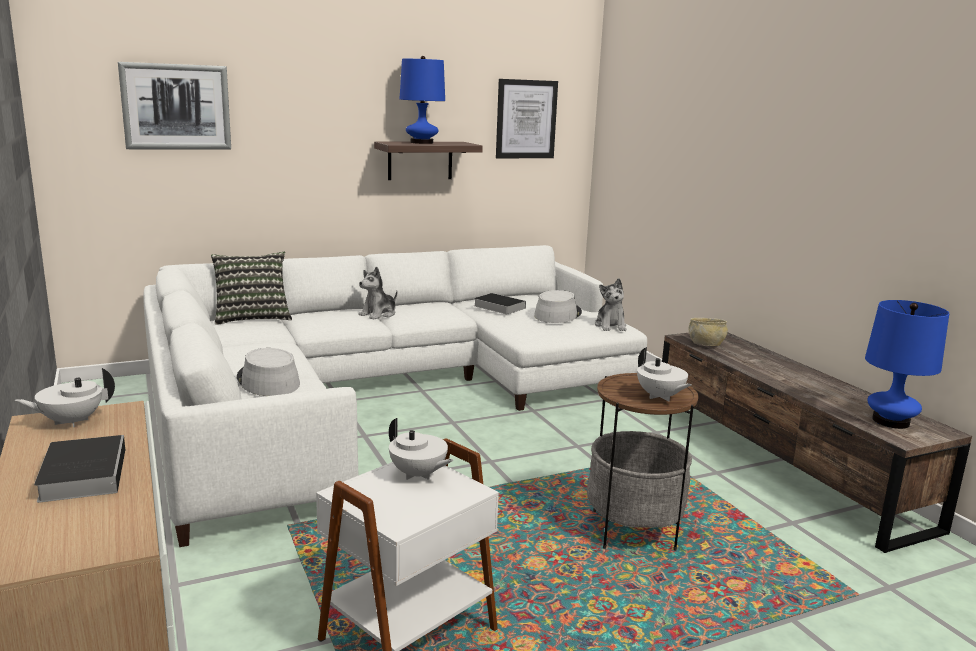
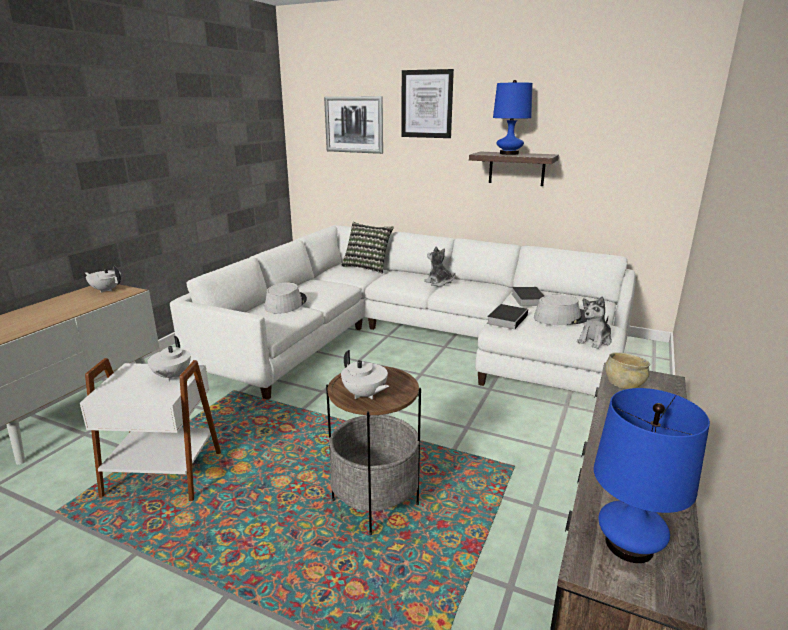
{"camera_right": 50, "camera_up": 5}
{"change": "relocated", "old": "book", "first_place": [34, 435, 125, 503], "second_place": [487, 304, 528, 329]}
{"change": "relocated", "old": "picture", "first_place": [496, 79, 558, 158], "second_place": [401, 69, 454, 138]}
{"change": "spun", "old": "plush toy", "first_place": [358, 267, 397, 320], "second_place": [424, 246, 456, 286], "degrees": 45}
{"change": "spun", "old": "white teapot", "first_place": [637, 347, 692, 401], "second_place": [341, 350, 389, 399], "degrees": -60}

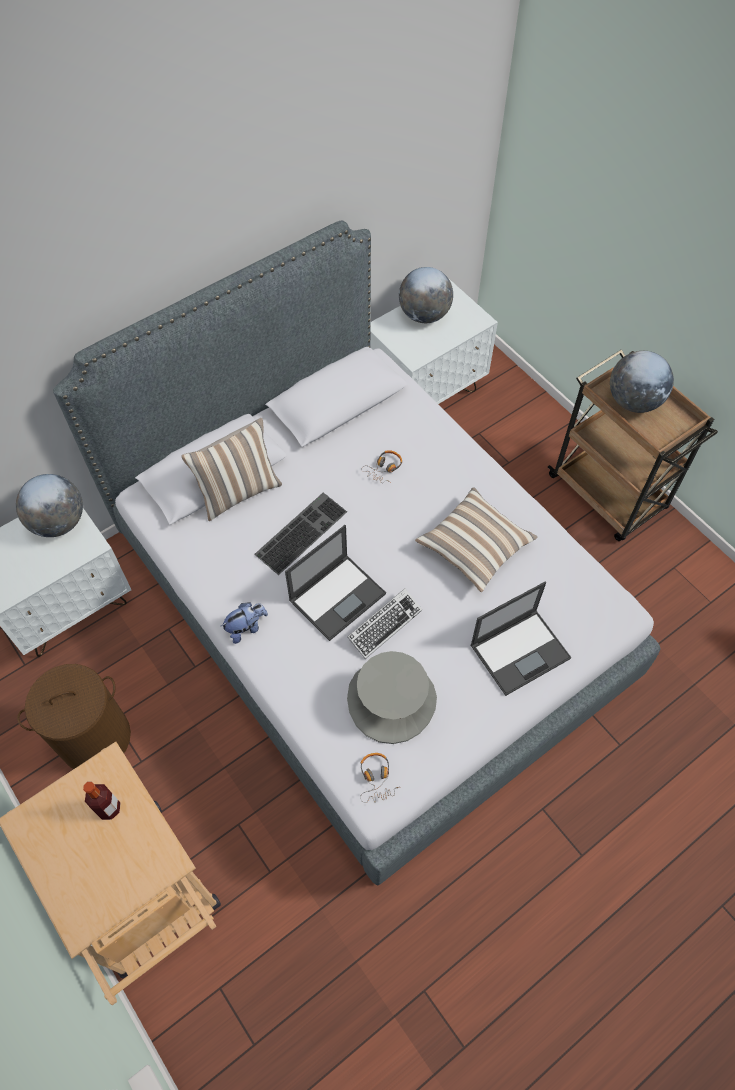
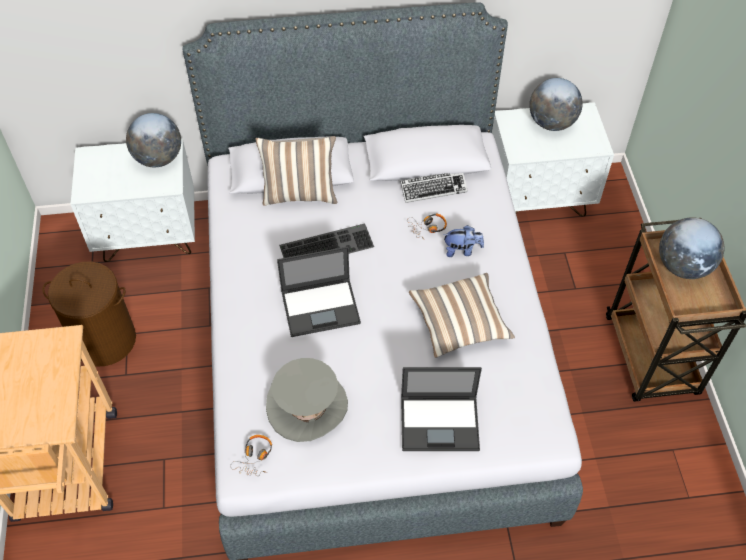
{"camera_right": 30, "camera_up": -5}
{"change": "missing", "old": "bottle", "first_place": [83, 782, 121, 820]}
{"change": "relocated", "old": "plush toy", "first_place": [221, 602, 268, 644], "second_place": [443, 225, 484, 257]}
{"change": "relocated", "old": "keyboard", "first_place": [347, 589, 422, 659], "second_place": [400, 173, 468, 203]}

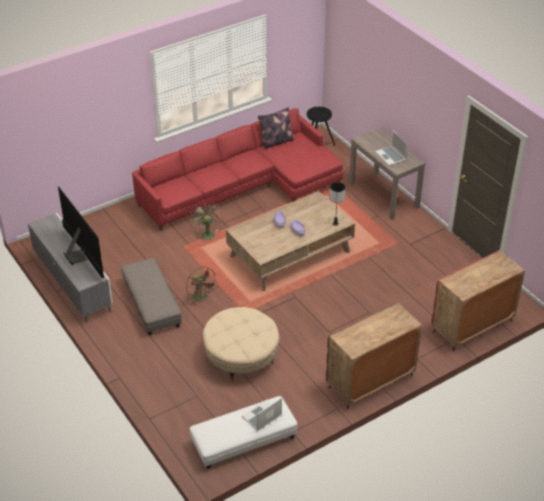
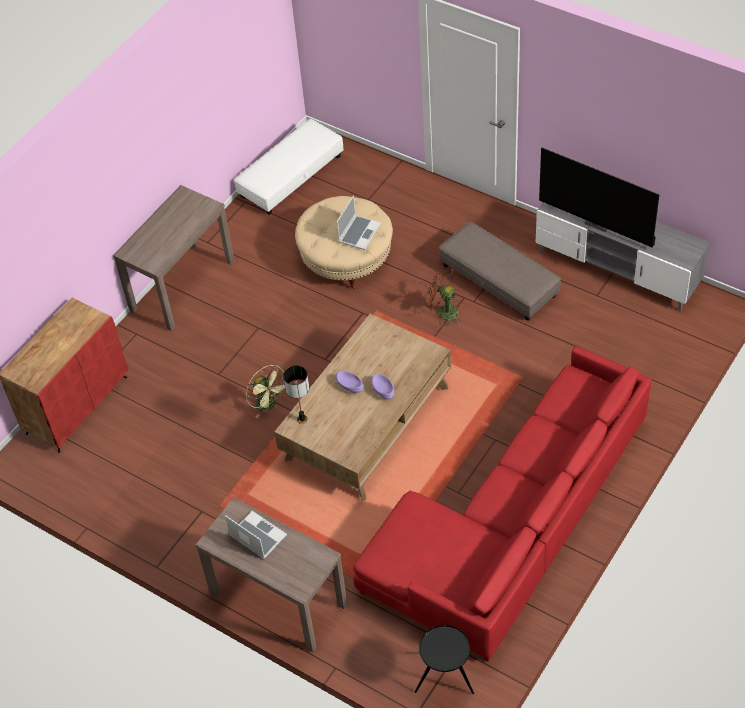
{"camera_right": 160, "camera_up": 10}
{"change": "missing", "old": "pillow", "first_place": [258, 107, 294, 149]}
{"change": "relocated", "old": "green fan", "first_place": [191, 203, 221, 241], "second_place": [246, 365, 290, 418]}
{"change": "relocated", "old": "laptop", "first_place": [242, 398, 282, 431], "second_place": [337, 195, 381, 250]}
{"change": "exchanged", "old": "brown cabinet", "new": "brown console table", "first_place": [326, 302, 422, 409], "second_place": [113, 185, 235, 331]}

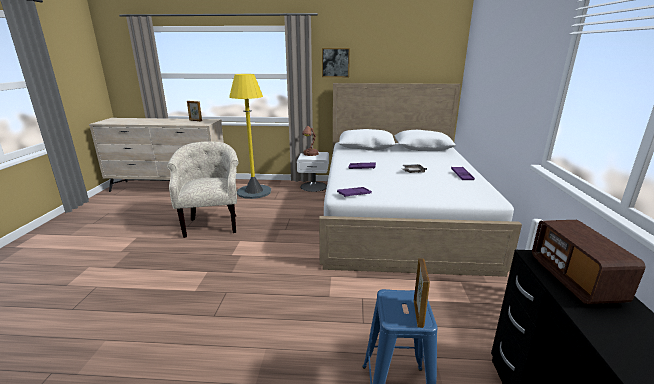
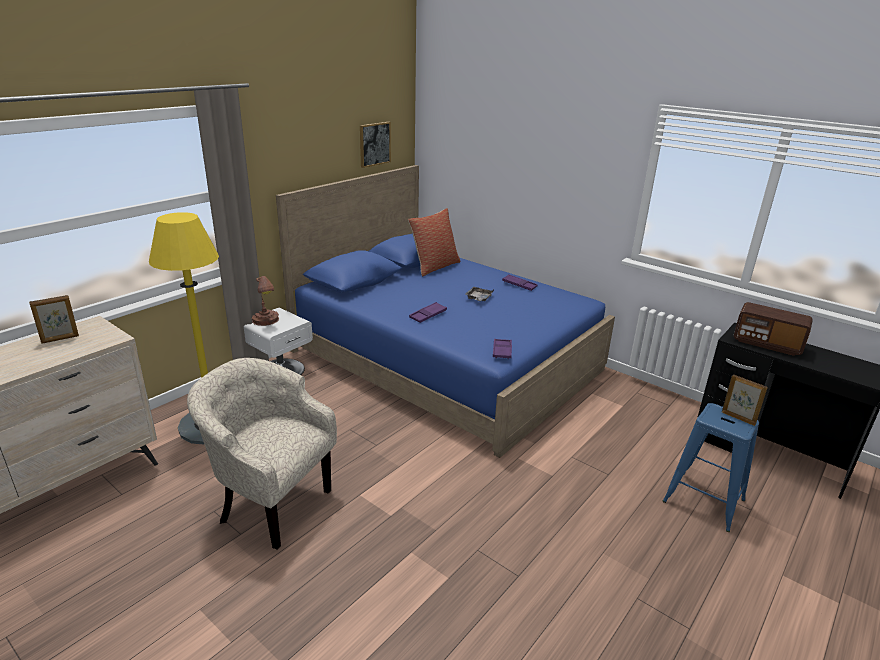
{"camera_right": -55, "camera_up": 5}
{"change": "appeared", "new": "pillow", "second_place": [408, 208, 461, 277]}
{"change": "relocated", "old": "picture", "first_place": [322, 48, 350, 77], "second_place": [360, 122, 391, 168]}
{"change": "colour", "old": "white bed", "new": "blue bed", "first_place": [319, 83, 522, 277], "second_place": [276, 165, 615, 458]}

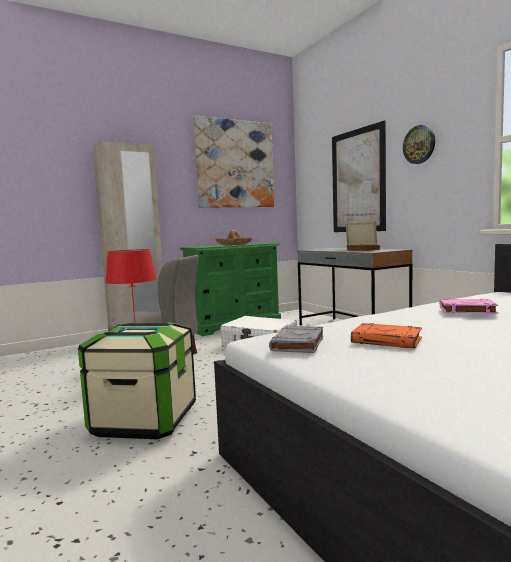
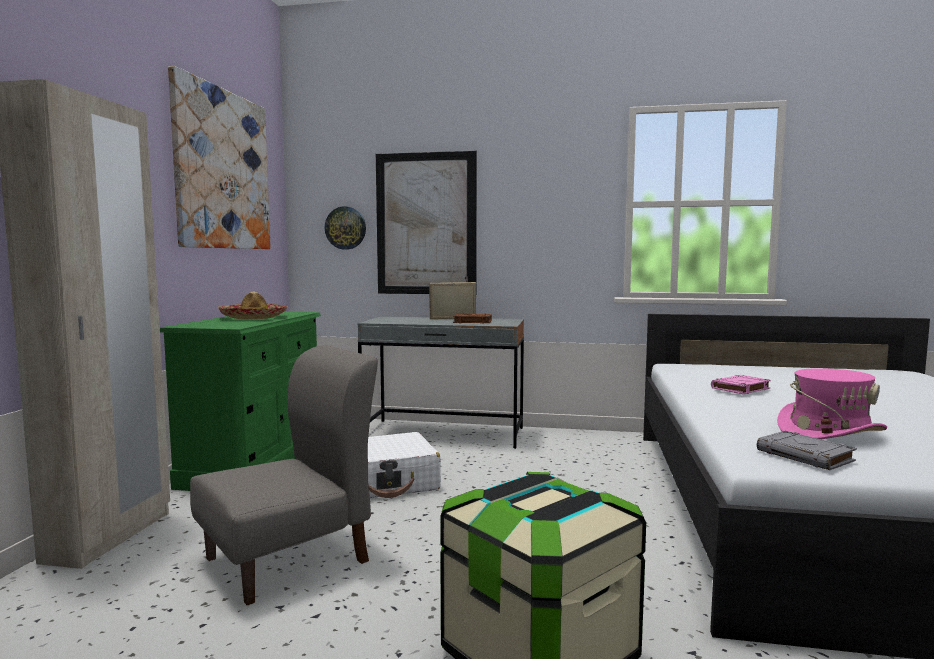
{"camera_right": -50, "camera_up": 0}
{"change": "missing", "old": "red table lamp", "first_place": [105, 249, 157, 323]}
{"change": "relocated", "old": "wall clock", "first_place": [403, 125, 435, 164], "second_place": [325, 206, 366, 250]}
{"change": "exchanged", "old": "orange book", "new": "pink hat", "first_place": [351, 323, 422, 348], "second_place": [777, 368, 887, 439]}

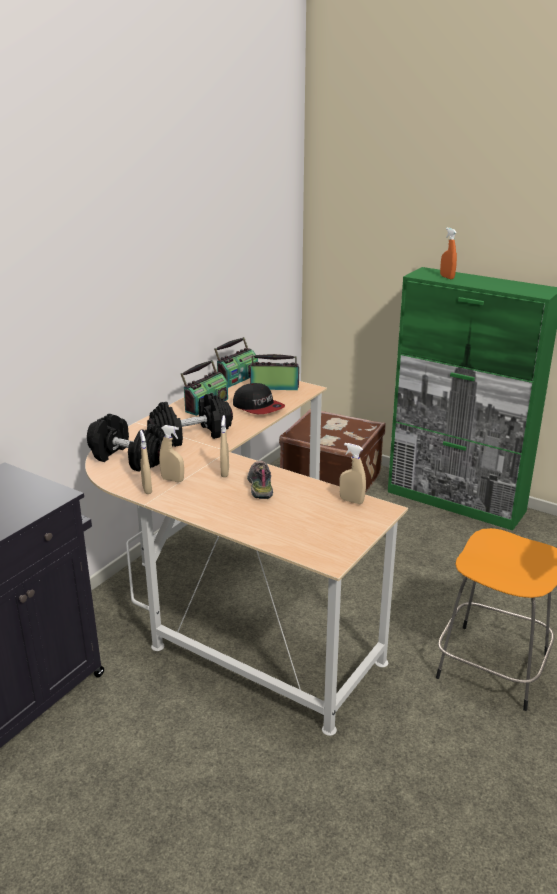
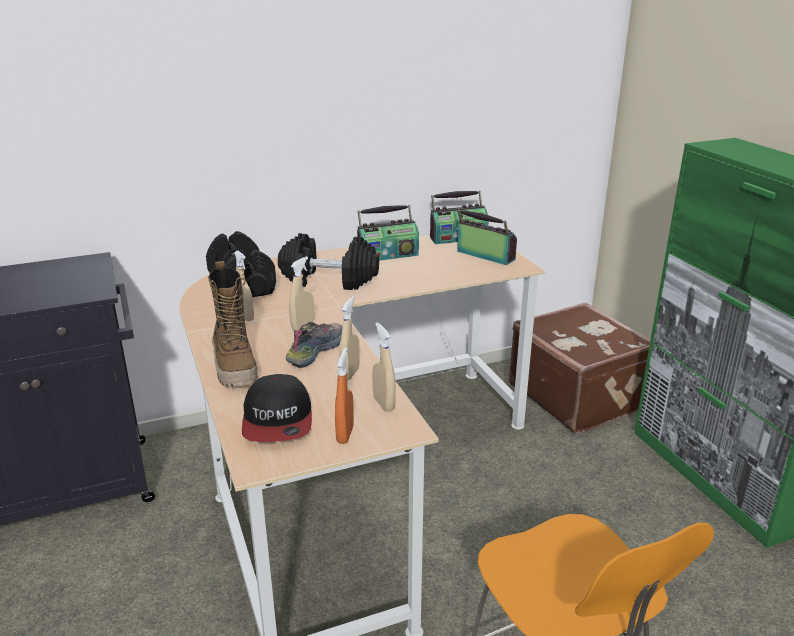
{"camera_right": 35, "camera_up": 0}
{"change": "appeared", "new": "boot", "second_place": [208, 261, 258, 387]}
{"change": "relocated", "old": "beige spray bottle", "first_place": [140, 430, 152, 494], "second_place": [339, 296, 360, 381]}
{"change": "relocated", "old": "cap", "first_place": [233, 383, 285, 414], "second_place": [242, 374, 312, 442]}
{"change": "relocated", "old": "orange spray bottle", "first_place": [440, 228, 457, 279], "second_place": [335, 348, 354, 444]}

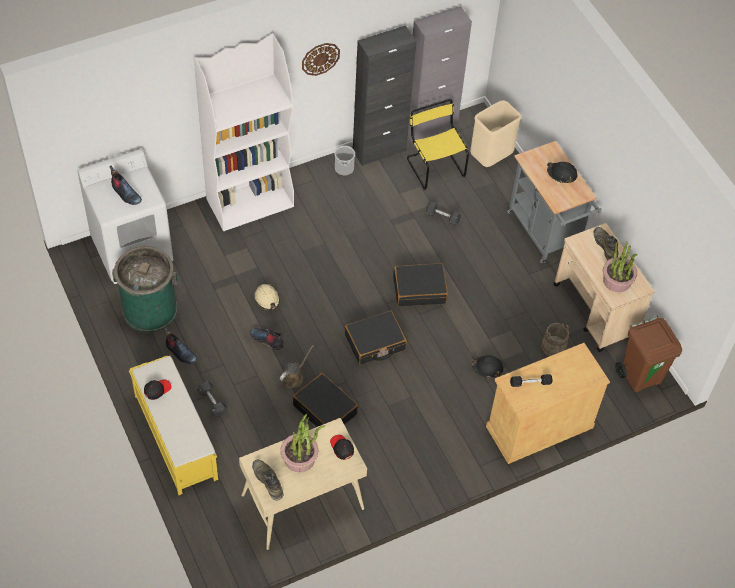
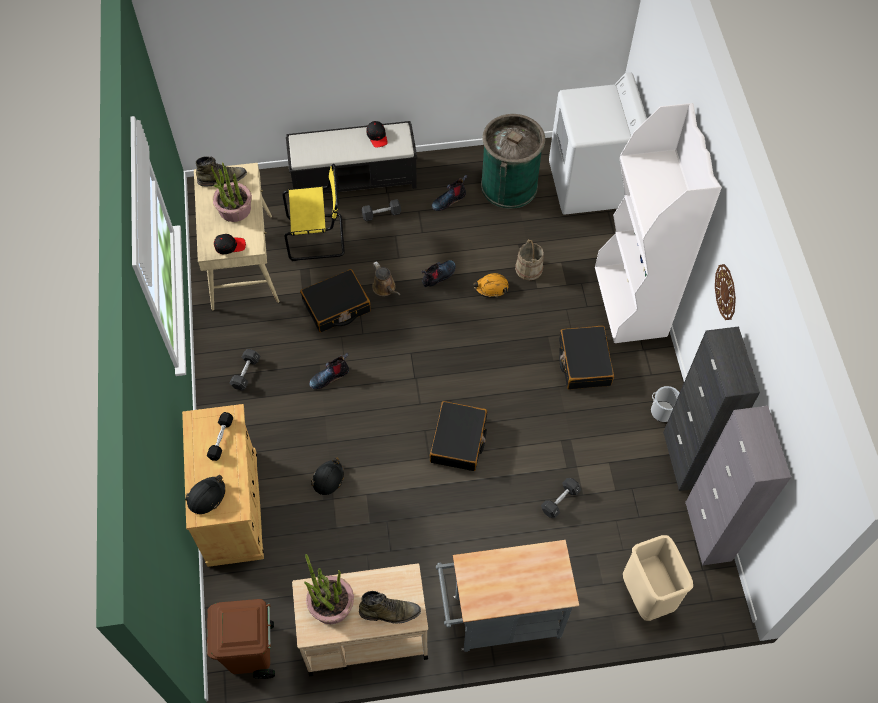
{"camera_right": 110, "camera_up": 5}
{"change": "appeared", "new": "black dumbbell", "second_place": [230, 349, 261, 390]}
{"change": "relocated", "old": "boot", "first_place": [109, 165, 142, 205], "second_place": [309, 353, 349, 389]}
{"change": "relocated", "old": "black suitcase", "first_place": [345, 310, 407, 365], "second_place": [559, 326, 614, 389]}
{"change": "relocated", "old": "yellow chair", "first_place": [407, 99, 469, 190], "second_place": [282, 164, 345, 261]}
{"change": "relocated", "old": "beige bucket", "first_place": [542, 323, 570, 356], "second_place": [515, 239, 544, 281]}
{"change": "relocated", "old": "black hard hat", "first_place": [547, 162, 577, 183], "second_place": [185, 475, 226, 514]}
{"change": "colour", "old": "yellow bench", "new": "black bench", "first_place": [129, 356, 218, 495], "second_place": [286, 121, 417, 194]}
{"change": "colour", "old": "beige hard hat", "new": "orange hard hat", "first_place": [255, 283, 280, 310], "second_place": [474, 273, 509, 298]}

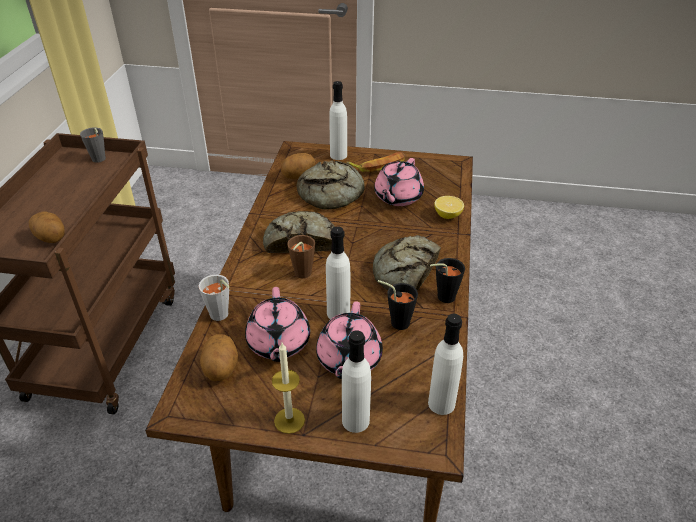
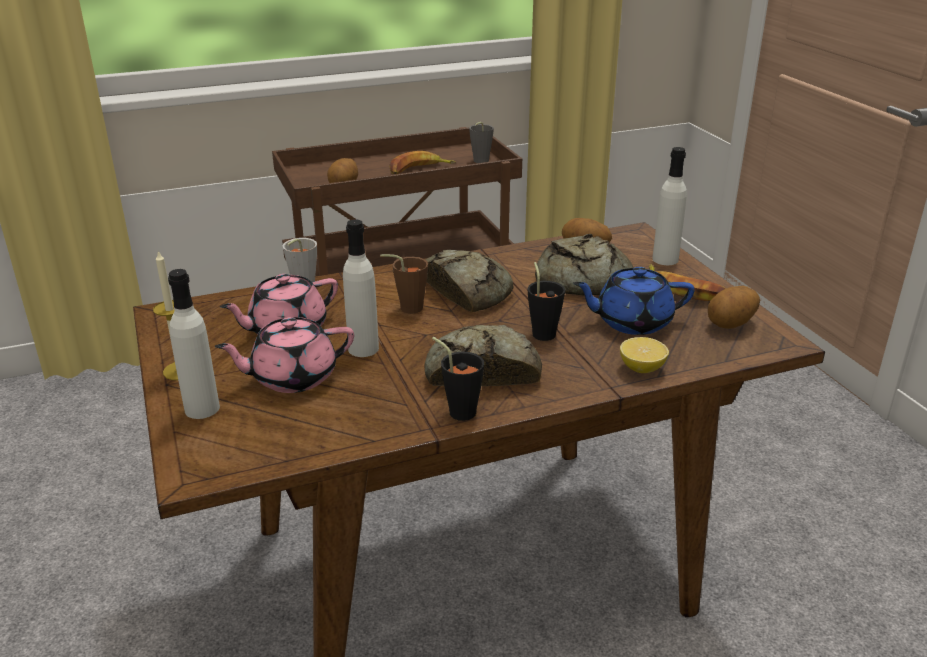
{"camera_right": 60, "camera_up": -10}
{"change": "missing", "old": "white bottle", "first_place": [428, 314, 463, 415]}
{"change": "appeared", "new": "banana", "second_place": [389, 151, 456, 174]}
{"change": "relocated", "old": "potato", "first_place": [200, 334, 238, 381], "second_place": [708, 286, 760, 329]}
{"change": "relocated", "old": "black cup", "first_place": [378, 280, 418, 330], "second_place": [527, 262, 565, 341]}
{"change": "colour", "old": "pink teapot", "new": "blue teapot", "first_place": [374, 158, 424, 206], "second_place": [573, 267, 695, 335]}

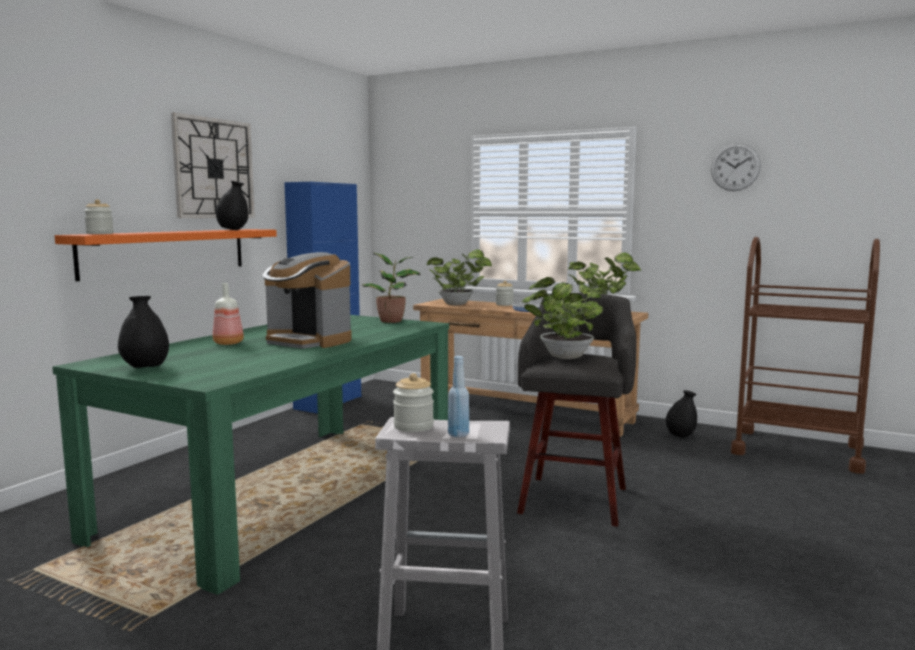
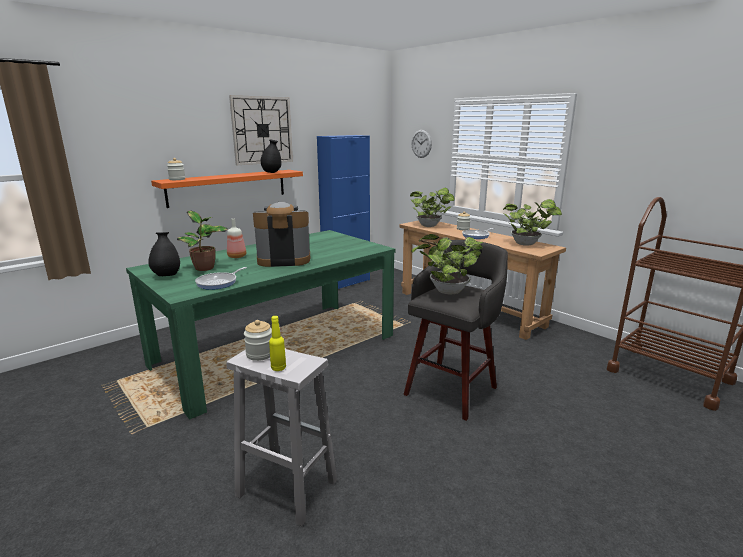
{"camera_right": 20, "camera_up": 10}
{"change": "missing", "old": "black vase", "first_place": [666, 390, 697, 438]}
{"change": "appeared", "new": "frying pan", "second_place": [195, 267, 247, 290]}
{"change": "relocated", "old": "potted plant", "first_place": [362, 253, 420, 323], "second_place": [177, 210, 228, 271]}
{"change": "relocated", "old": "wall clock", "first_place": [711, 143, 761, 191], "second_place": [411, 130, 432, 158]}
{"change": "colour", "old": "blue bottle", "new": "yellow bottle", "first_place": [448, 356, 469, 437], "second_place": [269, 316, 286, 371]}
{"change": "spun", "old": "coffee machine", "first_place": [263, 252, 352, 349], "second_place": [253, 202, 310, 267], "degrees": 120}

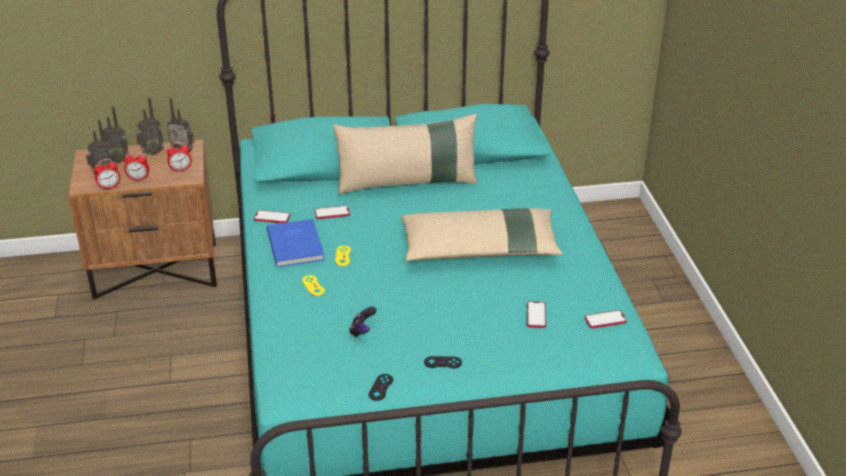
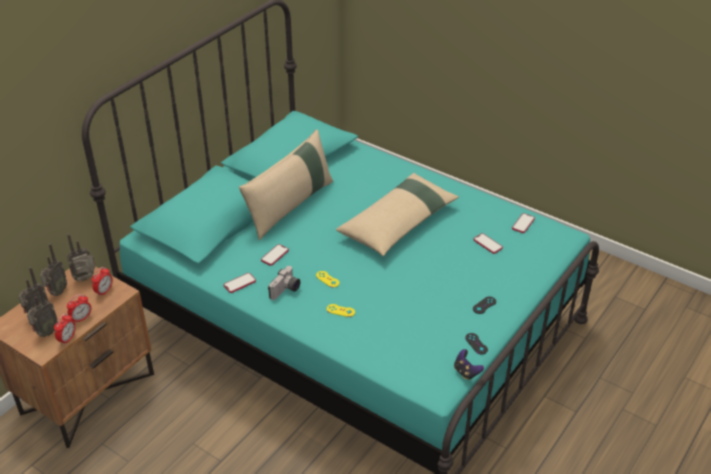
{"camera_right": -45, "camera_up": 5}
{"change": "relocated", "old": "game controller", "first_place": [349, 307, 377, 337], "second_place": [454, 349, 484, 380]}
{"change": "exchanged", "old": "blue book", "new": "photo camera", "first_place": [267, 219, 325, 267], "second_place": [268, 266, 301, 300]}

